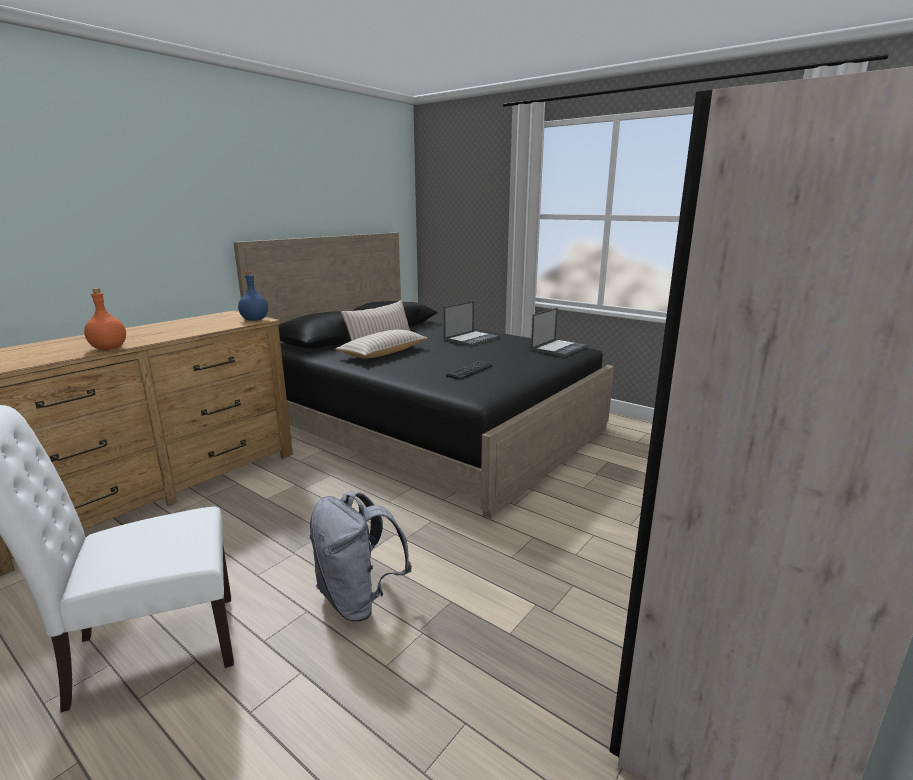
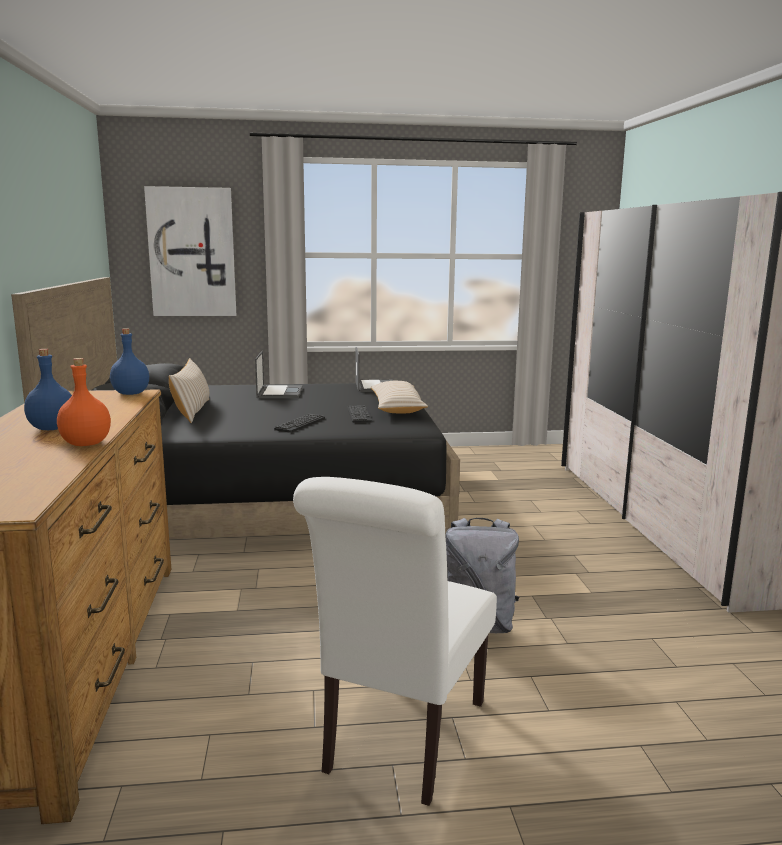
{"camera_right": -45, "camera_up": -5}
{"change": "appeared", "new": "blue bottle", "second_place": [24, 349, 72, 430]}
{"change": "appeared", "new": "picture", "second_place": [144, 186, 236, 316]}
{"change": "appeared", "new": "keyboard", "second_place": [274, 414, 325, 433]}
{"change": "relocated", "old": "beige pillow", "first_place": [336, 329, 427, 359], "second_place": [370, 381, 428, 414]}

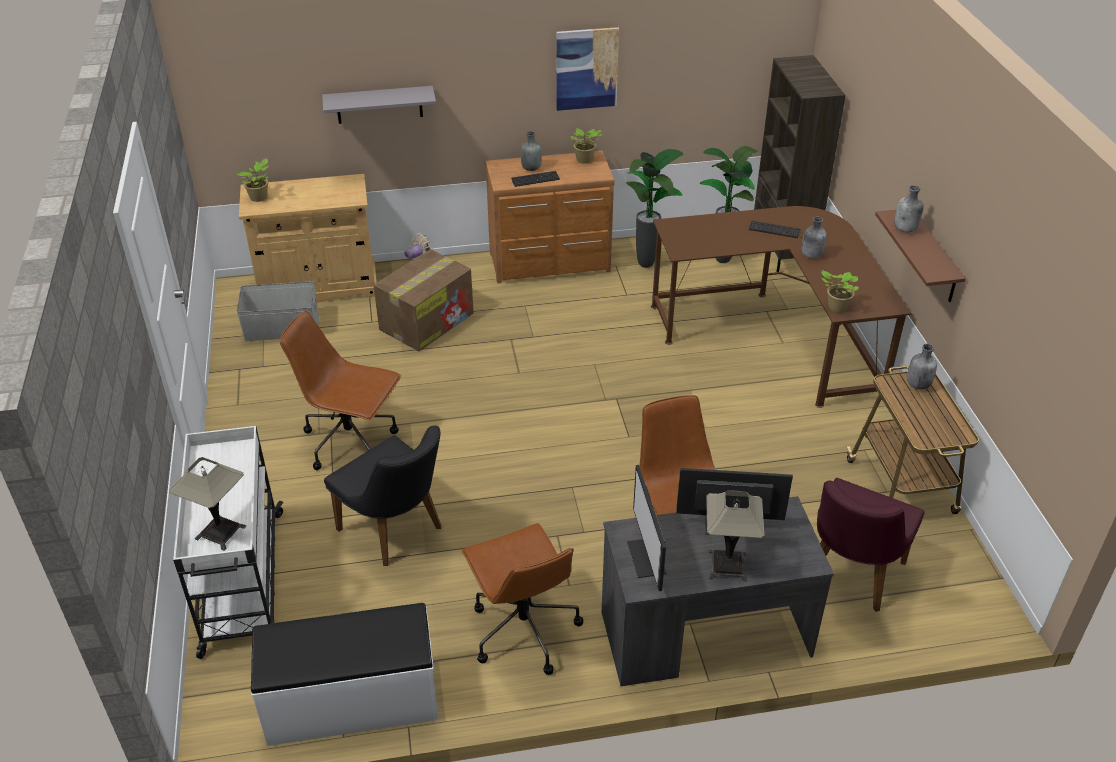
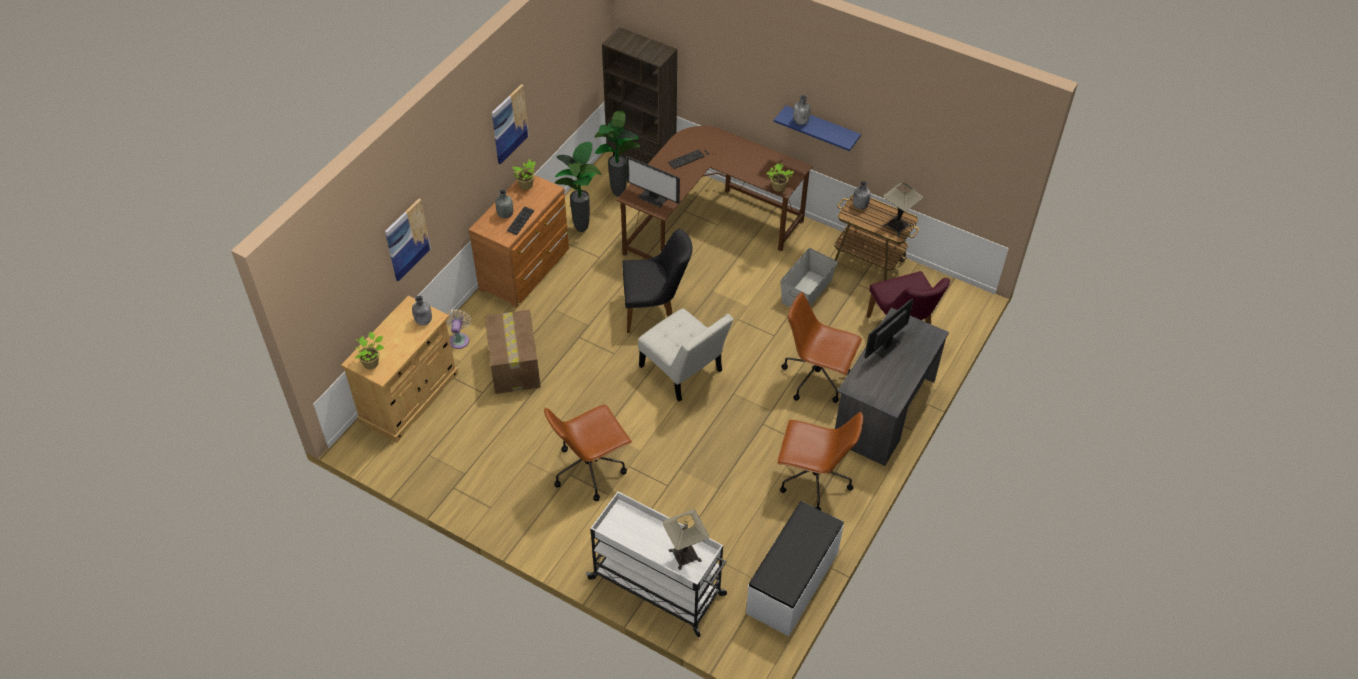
{"camera_right": -50, "camera_up": 10}
{"change": "appeared", "new": "white chair", "second_place": [638, 308, 733, 402]}
{"change": "relocated", "old": "grey storage box", "first_place": [237, 281, 319, 341], "second_place": [780, 248, 838, 307]}
{"change": "relocated", "old": "black chair", "first_place": [324, 426, 441, 566], "second_place": [622, 229, 693, 333]}
{"change": "relocated", "old": "monitor", "first_place": [627, 465, 666, 591], "second_place": [626, 156, 680, 207]}
{"change": "relocated", "old": "table lamp", "first_place": [706, 490, 765, 582], "second_place": [883, 183, 923, 236]}
{"change": "relocated", "old": "grey bottle", "first_place": [802, 216, 827, 258], "second_place": [412, 296, 432, 325]}
{"change": "exchanged", "old": "grey shelf", "new": "picture", "first_place": [322, 86, 436, 124], "second_place": [385, 199, 431, 282]}
{"change": "colour", "old": "brown shelf", "new": "blue shelf", "first_place": [875, 210, 966, 302], "second_place": [774, 105, 861, 151]}

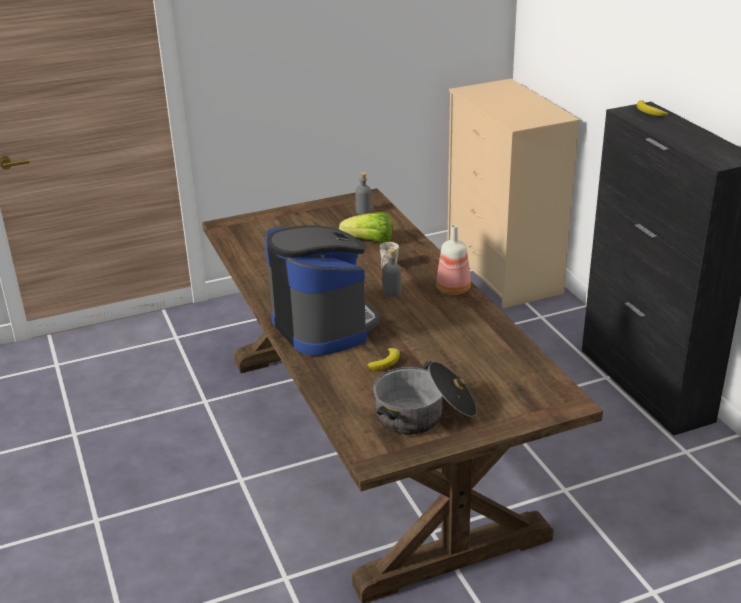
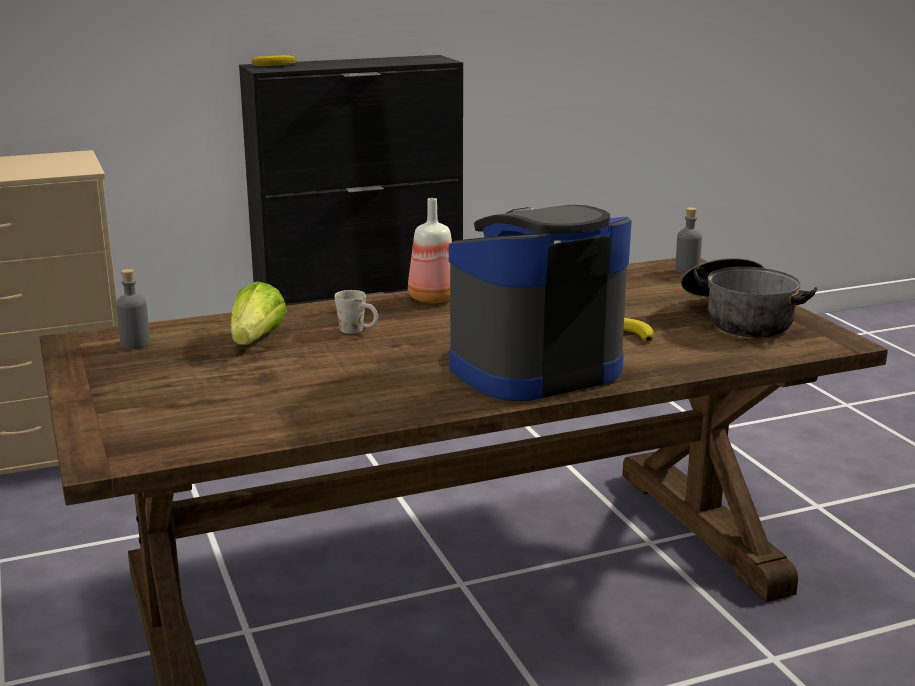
{"camera_right": -90, "camera_up": -10}
{"change": "relocated", "old": "grey bottle", "first_place": [383, 248, 401, 297], "second_place": [675, 207, 702, 274]}

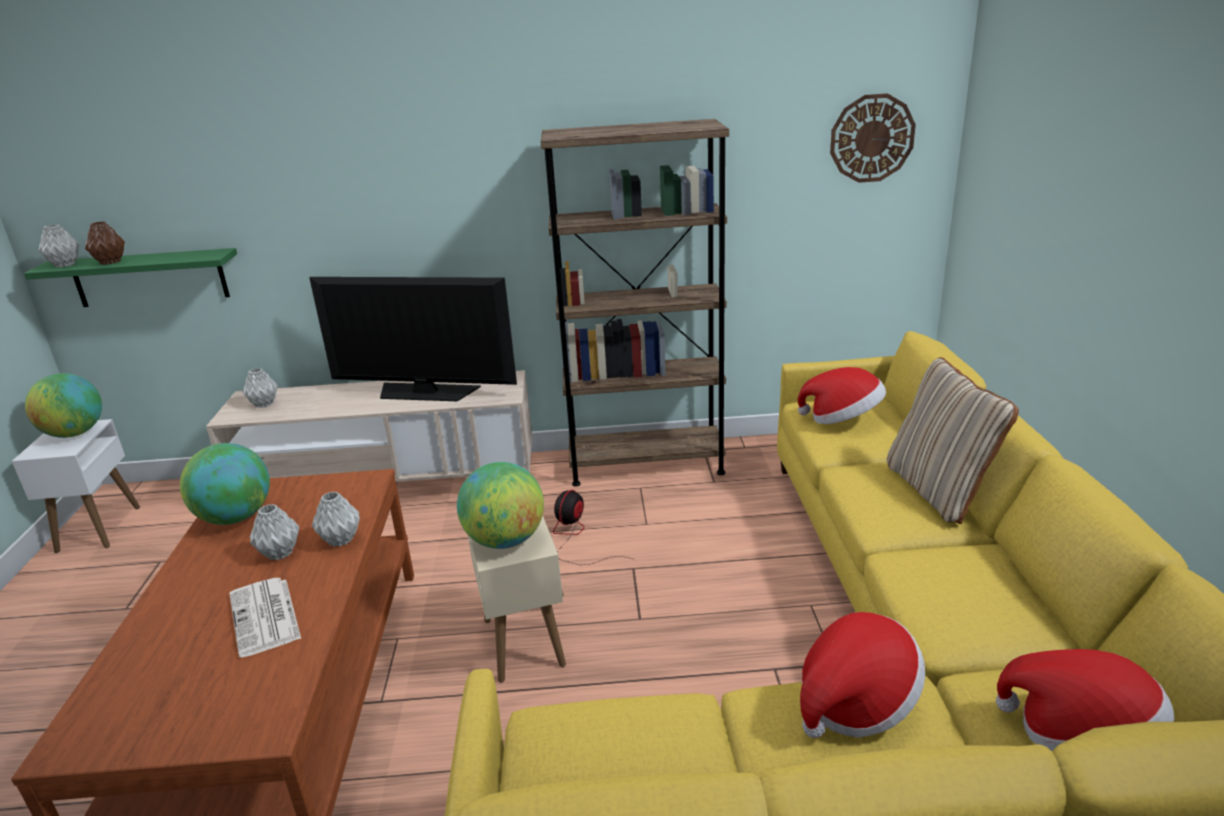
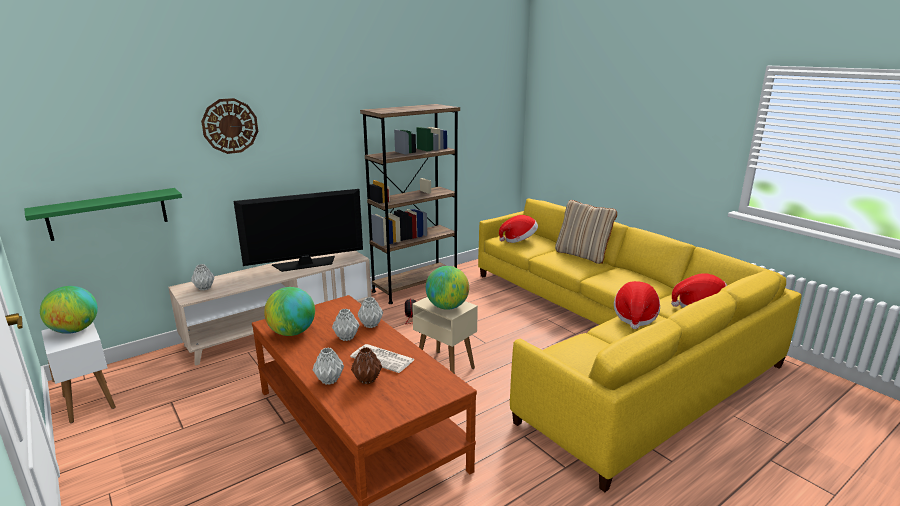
{"camera_right": -35, "camera_up": -5}
{"change": "relocated", "old": "grey vase", "first_place": [39, 224, 79, 267], "second_place": [313, 348, 344, 385]}
{"change": "relocated", "old": "brown vase", "first_place": [85, 221, 125, 265], "second_place": [351, 347, 382, 385]}
{"change": "relocated", "old": "wall clock", "first_place": [830, 93, 916, 183], "second_place": [201, 98, 258, 154]}

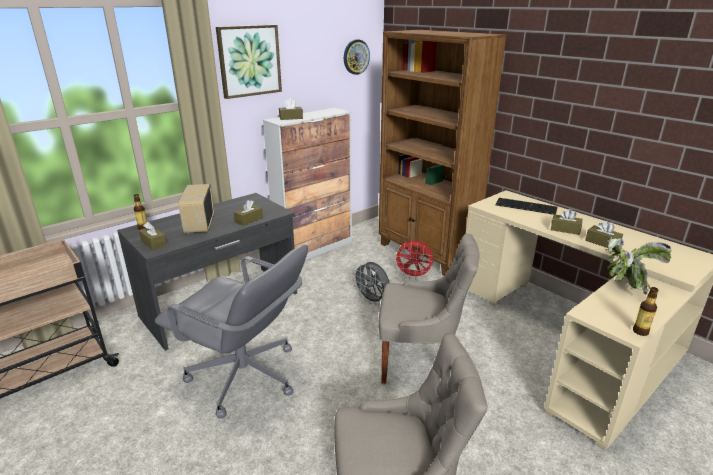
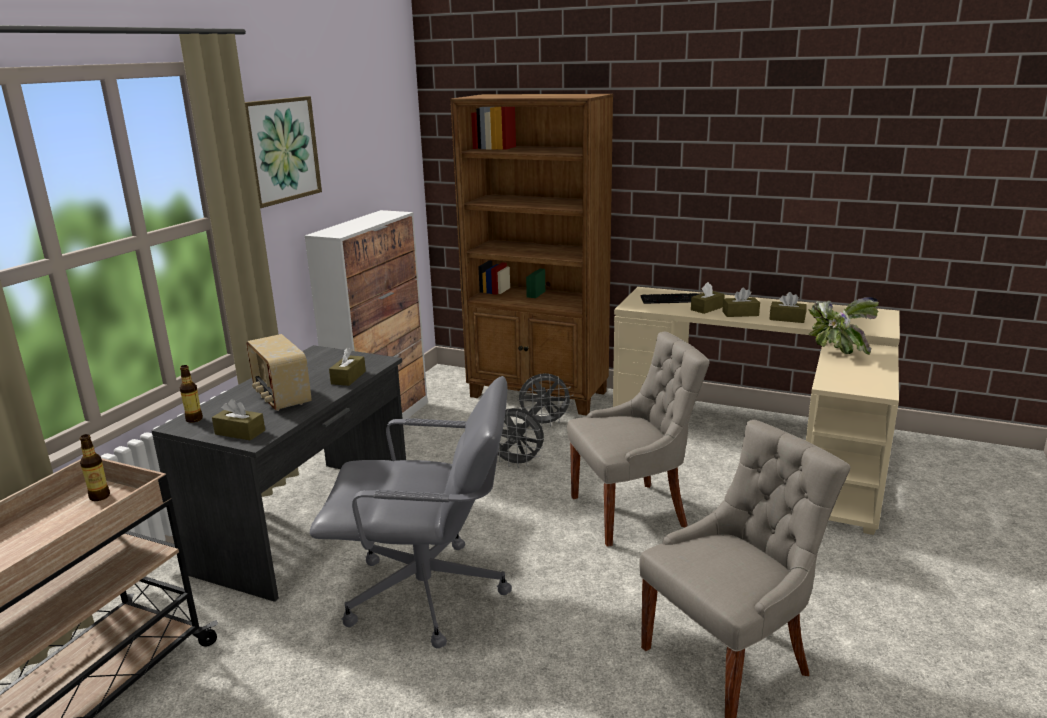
{"camera_right": -25, "camera_up": -5}
{"change": "missing", "old": "wall clock", "first_place": [344, 39, 370, 75]}
{"change": "relocated", "old": "brown tissue box", "first_place": [279, 99, 303, 120], "second_place": [691, 282, 725, 314]}
{"change": "relocated", "old": "bottle", "first_place": [633, 287, 658, 336], "second_place": [80, 434, 110, 501]}
{"change": "colour", "old": "red fan", "new": "grey fan", "first_place": [393, 241, 435, 279], "second_place": [517, 373, 573, 427]}

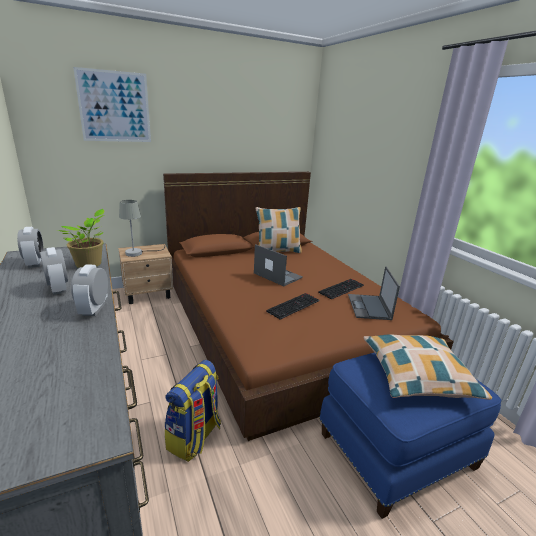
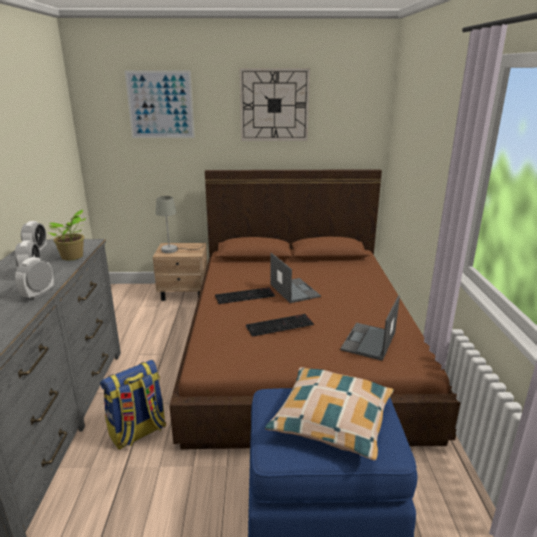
{"camera_right": 25, "camera_up": 0}
{"change": "missing", "old": "pillow", "first_place": [256, 207, 302, 253]}
{"change": "appeared", "new": "wall clock", "second_place": [239, 68, 310, 141]}
{"change": "relocated", "old": "keyboard", "first_place": [318, 279, 364, 299], "second_place": [215, 287, 275, 304]}

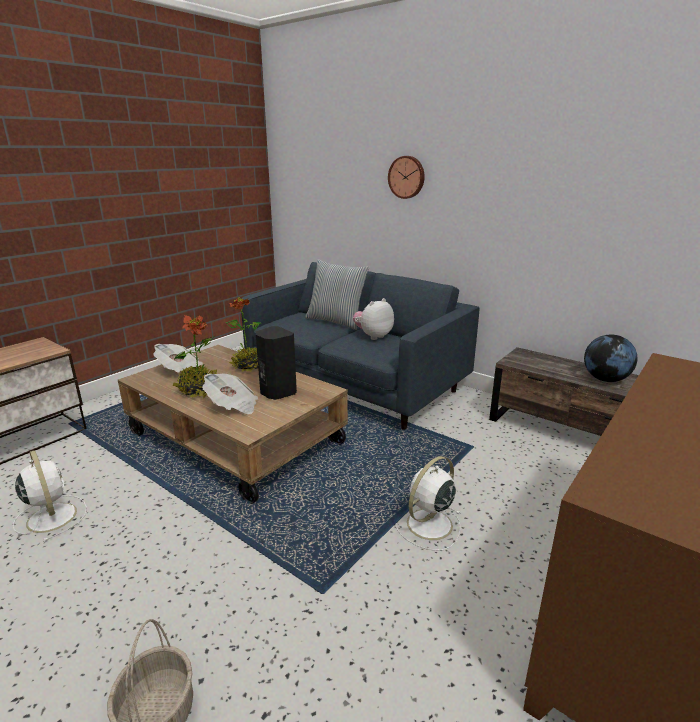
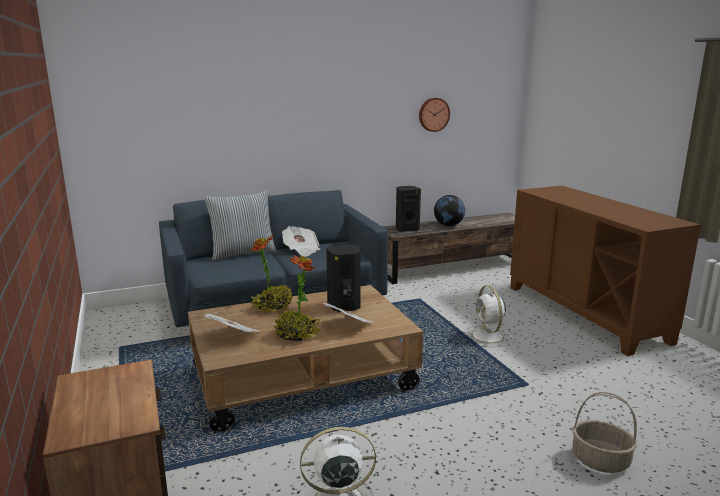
{"camera_right": -60, "camera_up": -5}
{"change": "appeared", "new": "black speaker", "second_place": [396, 186, 421, 232]}
{"change": "relocated", "old": "wall clock", "first_place": [388, 156, 425, 199], "second_place": [419, 98, 450, 132]}
{"change": "exchanged", "old": "plush toy", "new": "newspaper", "first_place": [353, 298, 394, 340], "second_place": [282, 226, 320, 257]}

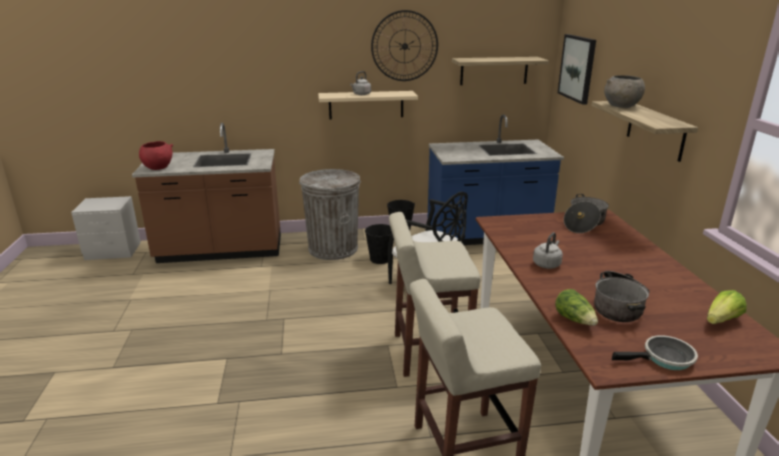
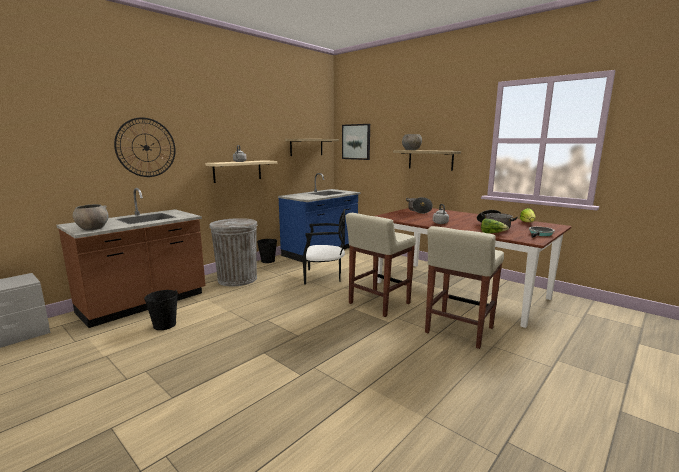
{"camera_right": -40, "camera_up": -10}
{"change": "relocated", "old": "black bucket", "first_place": [365, 224, 394, 264], "second_place": [144, 290, 178, 330]}
{"change": "relocated", "old": "wall clock", "first_place": [371, 10, 438, 81], "second_place": [114, 117, 176, 177]}
{"change": "colour", "old": "red bowl", "new": "grey bowl", "first_place": [139, 141, 173, 170], "second_place": [73, 204, 109, 230]}

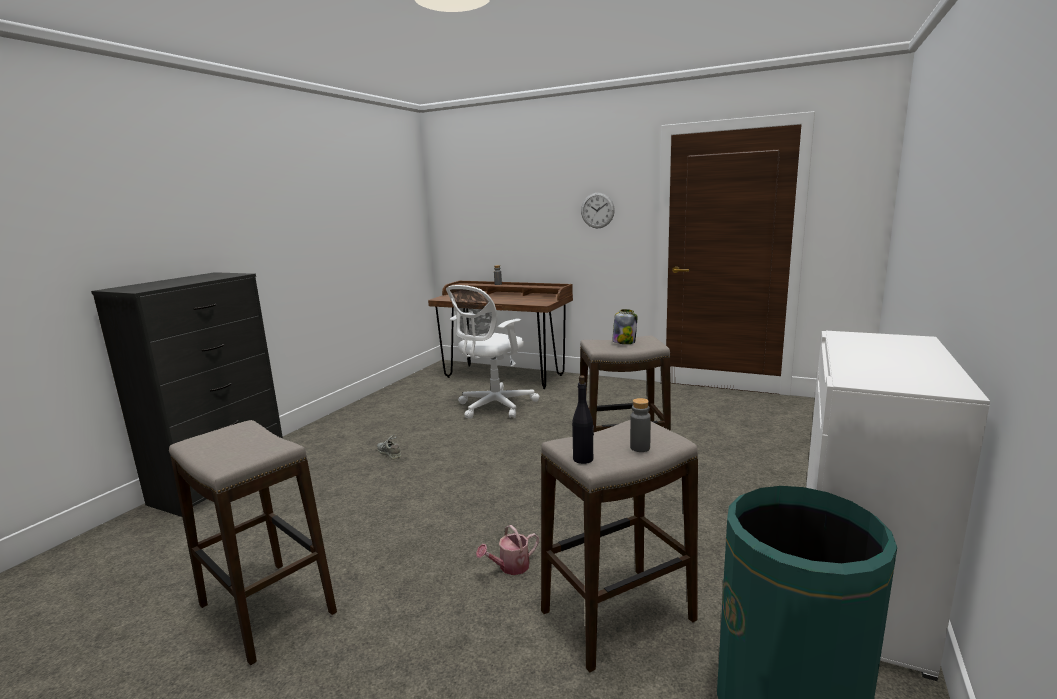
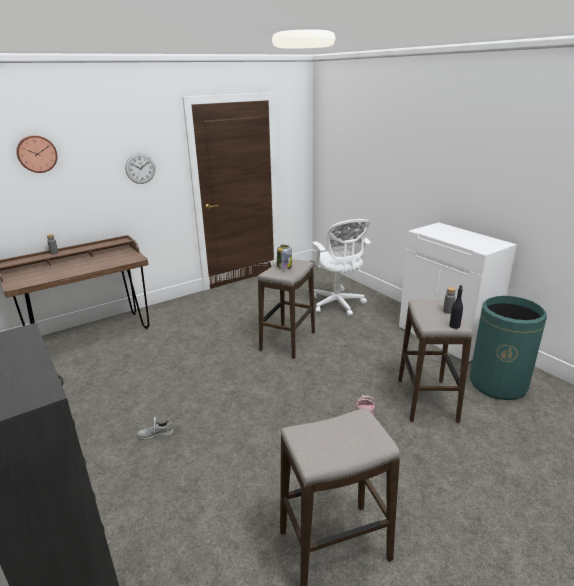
{"camera_right": -60, "camera_up": 10}
{"change": "appeared", "new": "wall clock", "second_place": [16, 135, 57, 173]}
{"change": "relocated", "old": "white office chair", "first_place": [446, 285, 540, 419], "second_place": [312, 219, 371, 316]}

